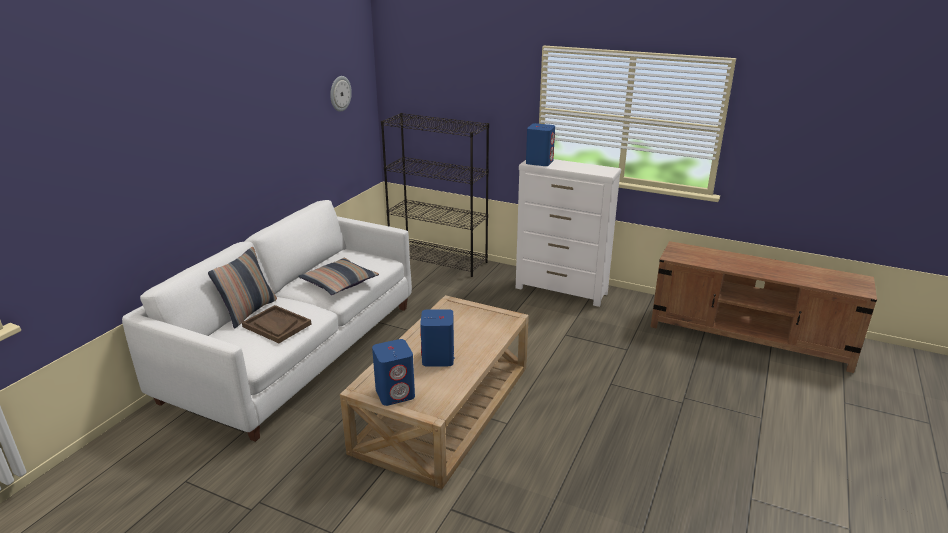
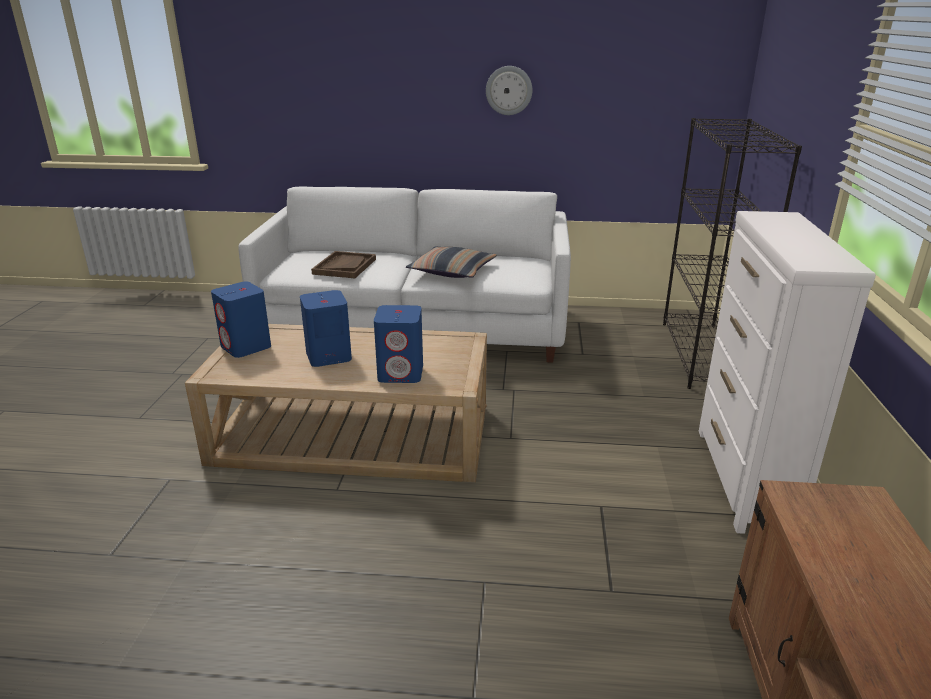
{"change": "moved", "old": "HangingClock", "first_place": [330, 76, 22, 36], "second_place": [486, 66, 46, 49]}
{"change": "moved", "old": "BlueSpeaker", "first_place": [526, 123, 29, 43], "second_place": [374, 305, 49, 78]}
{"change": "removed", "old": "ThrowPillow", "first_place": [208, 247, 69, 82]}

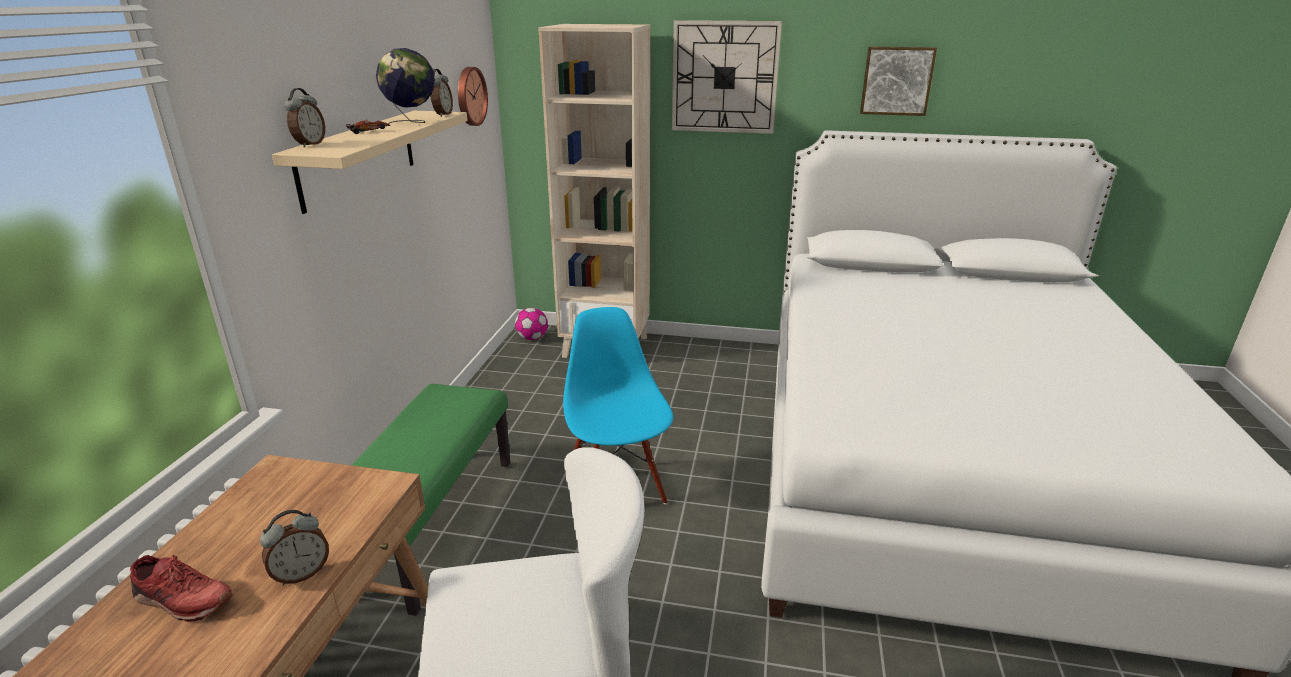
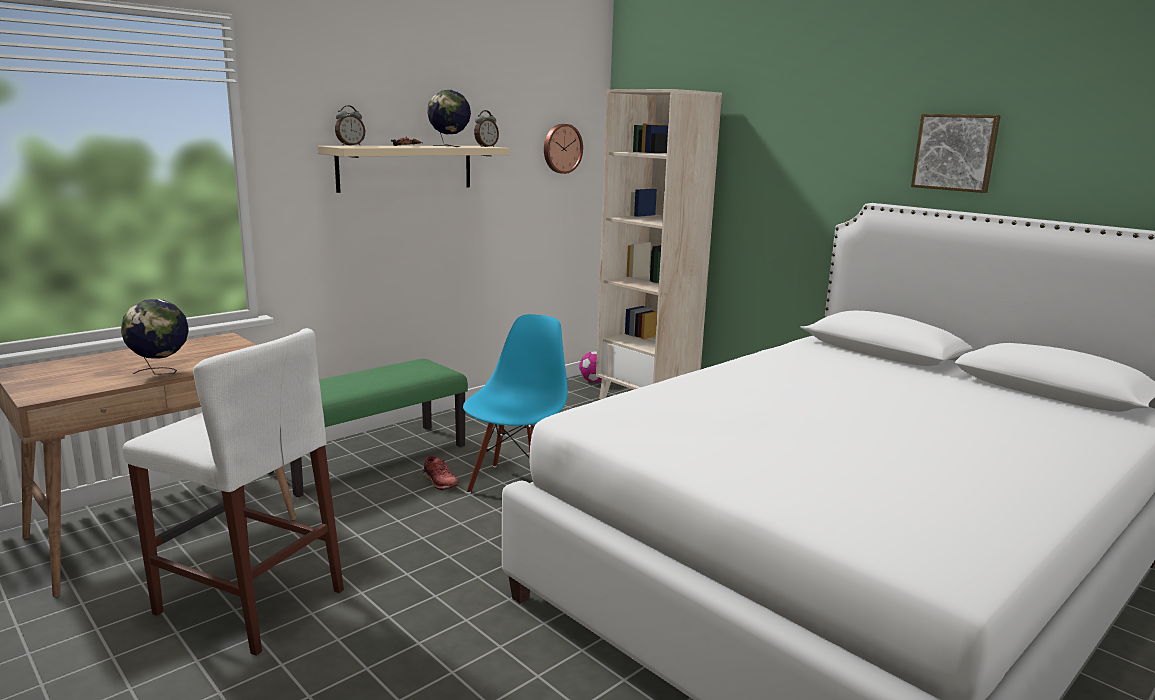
{"change": "removed", "old": "HangingClock", "first_place": [672, 20, 110, 114]}
{"change": "replaced", "old": "TableClock", "new": "Globe", "first_place": [260, 510, 69, 76], "second_place": [121, 299, 68, 76]}
{"change": "moved", "old": "RedLowShoe", "first_place": [130, 555, 103, 67], "second_place": [423, 456, 35, 35]}

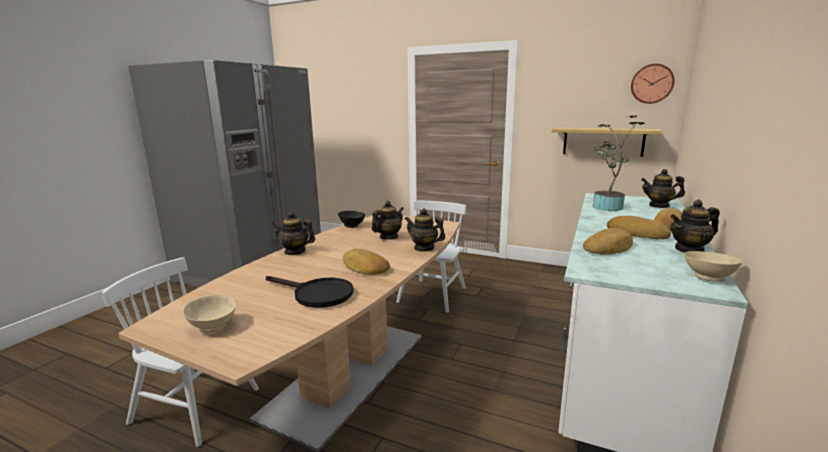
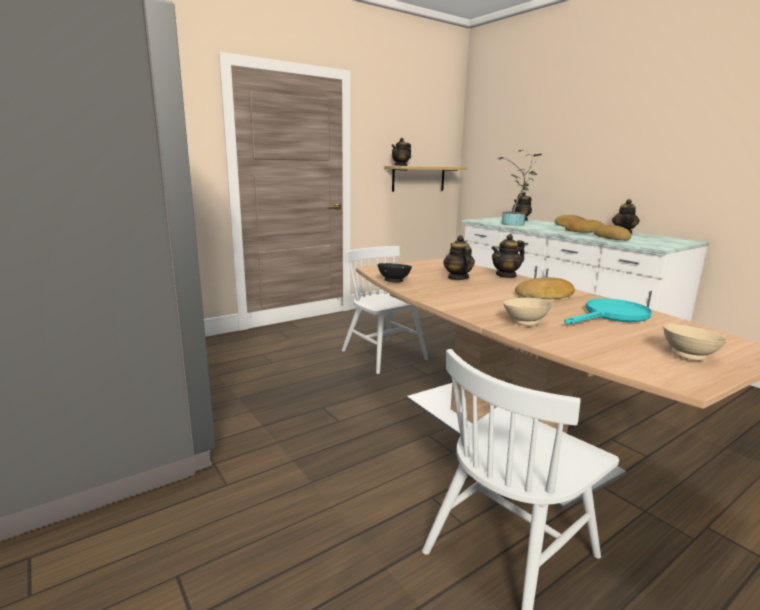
{"change": "removed", "old": "HangingClock", "first_place": [631, 64, 44, 40]}
{"change": "moved", "old": "PotForTea", "first_place": [272, 212, 43, 43], "second_place": [391, 138, 20, 28]}
{"change": "moved", "old": "SandColouredDeepDish", "first_place": [684, 251, 59, 31], "second_place": [503, 298, 50, 28]}
{"change": "recoloured", "old": "BlackSkillet", "new": "TurquoiseColouredSkillet", "first_place": [266, 276, 88, 32], "second_place": [564, 299, 88, 25]}

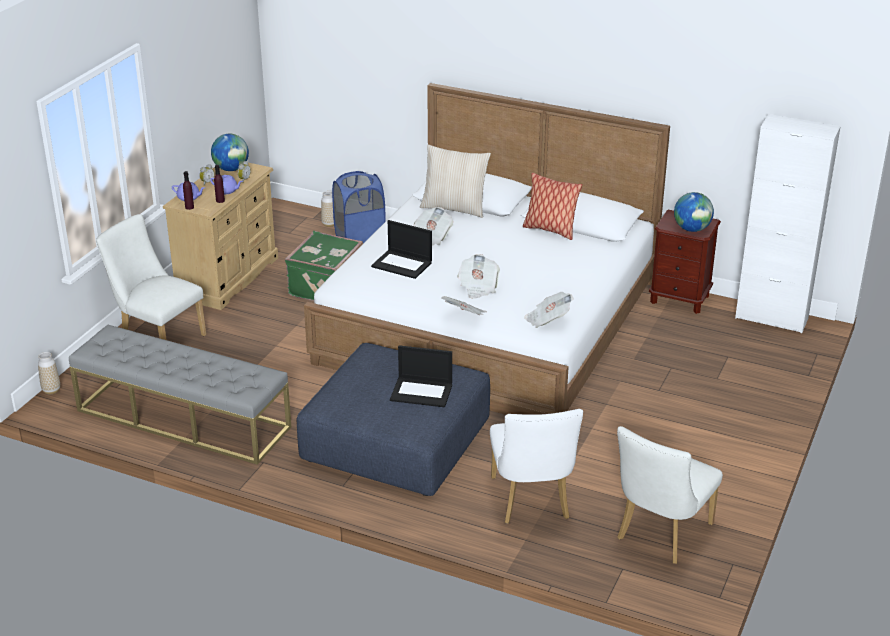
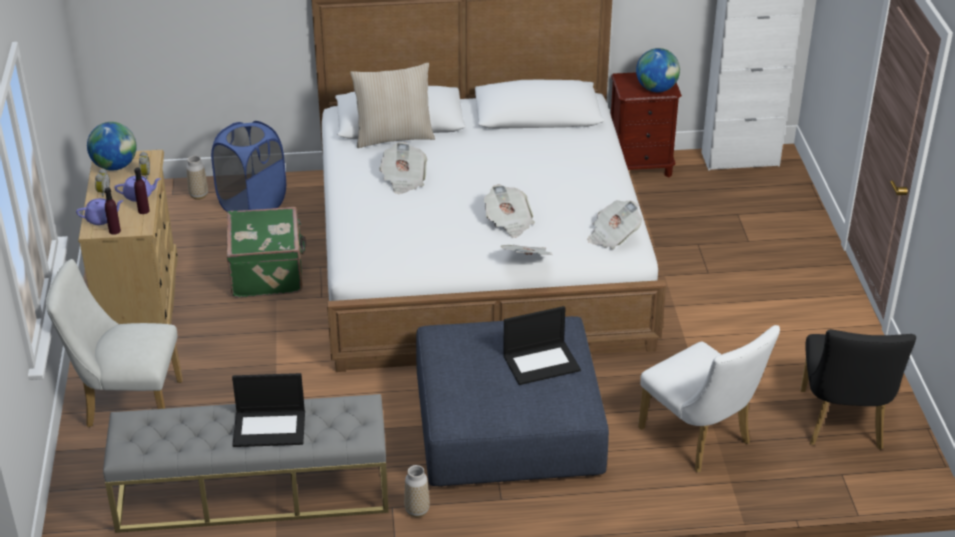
{"change": "removed", "old": "ThrowPillow", "first_place": [523, 173, 59, 67]}
{"change": "moved", "old": "Laptop", "first_place": [371, 220, 61, 59], "second_place": [232, 373, 73, 74]}
{"change": "moved", "old": "FlowerVase", "first_place": [38, 352, 22, 42], "second_place": [404, 465, 26, 53]}
{"change": "recoloured", "old": "WhitishPlainChair", "new": "BlackPlainChair", "first_place": [617, 426, 106, 138], "second_place": [801, 329, 115, 121]}

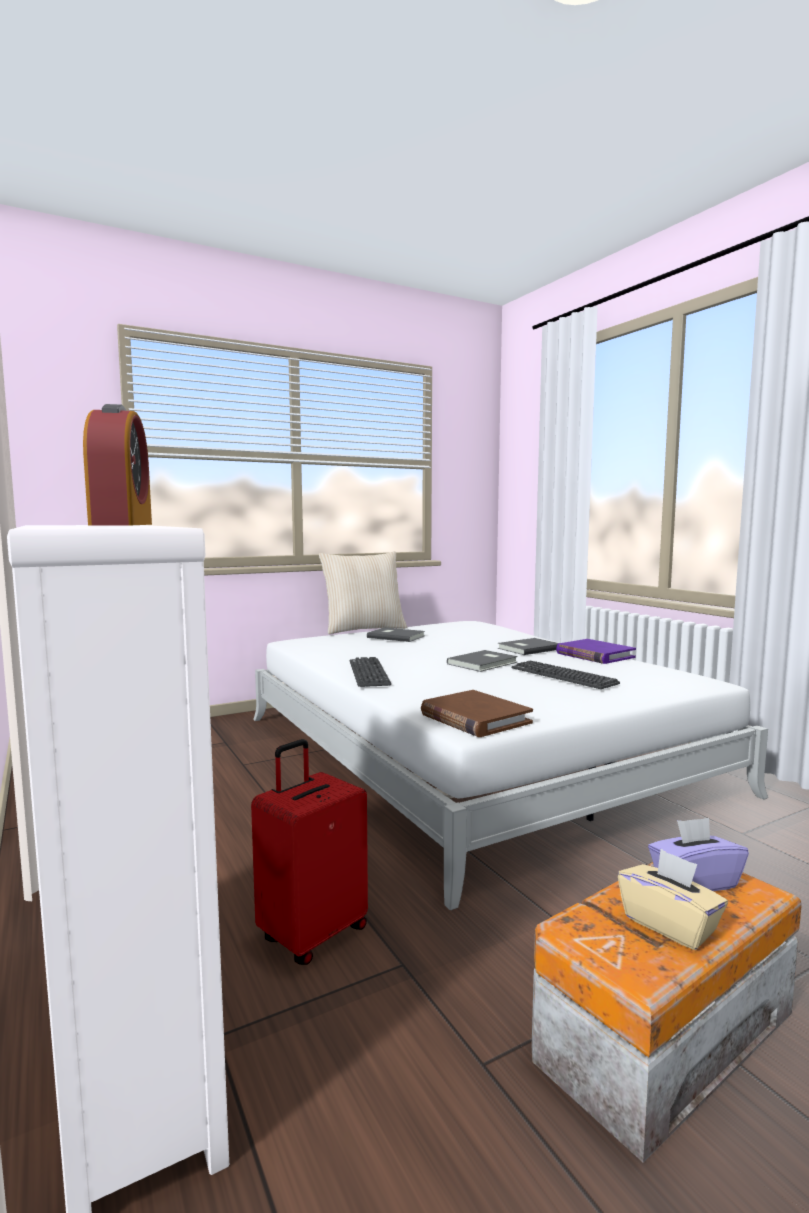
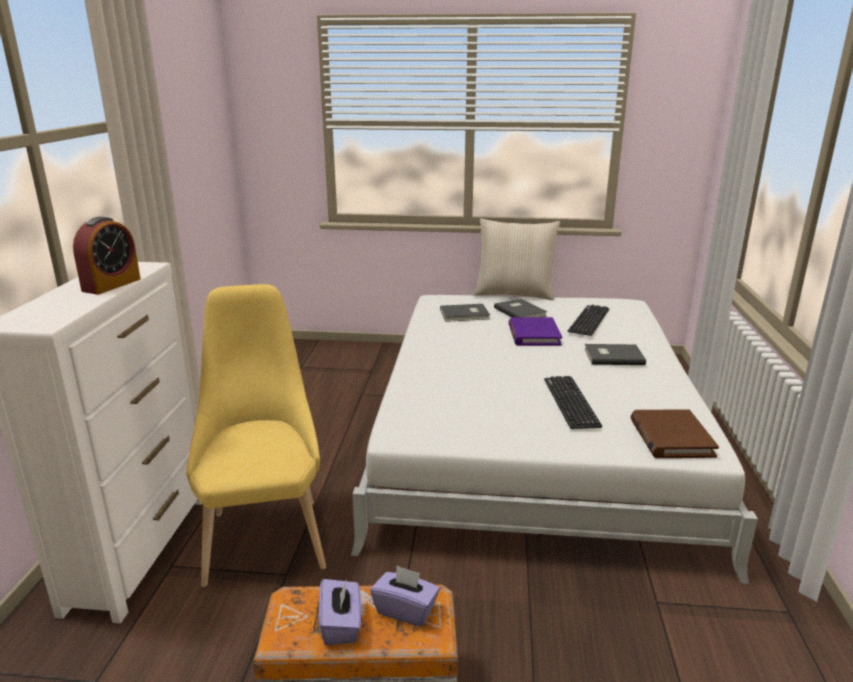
{"change": "moved", "old": "PurpleColouredBook", "first_place": [556, 639, 80, 25], "second_place": [509, 317, 53, 29]}
{"change": "moved", "old": "GreyishBook", "first_place": [447, 650, 71, 22], "second_place": [440, 304, 50, 18]}
{"change": "moved", "old": "ComputerKeyboard", "first_place": [350, 657, 41, 30], "second_place": [567, 305, 42, 31]}
{"change": "moved", "old": "BrownishBook", "first_place": [421, 690, 112, 47], "second_place": [631, 409, 88, 49]}
{"change": "replaced", "old": "RedSuitcase", "new": "YellowColouredPlainChair", "first_place": [251, 739, 117, 226], "second_place": [186, 284, 140, 303]}
{"change": "recoloured", "old": "SandColouredBoxOfTissues", "new": "PurpleColouredBoxOfTissues", "first_place": [618, 849, 110, 101], "second_place": [319, 578, 42, 67]}

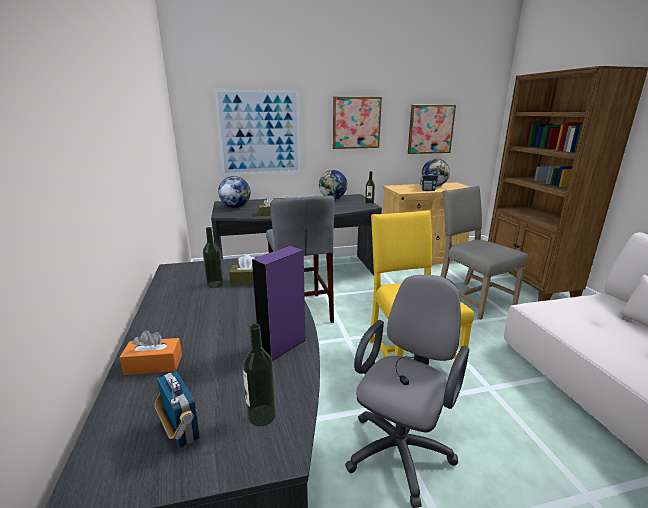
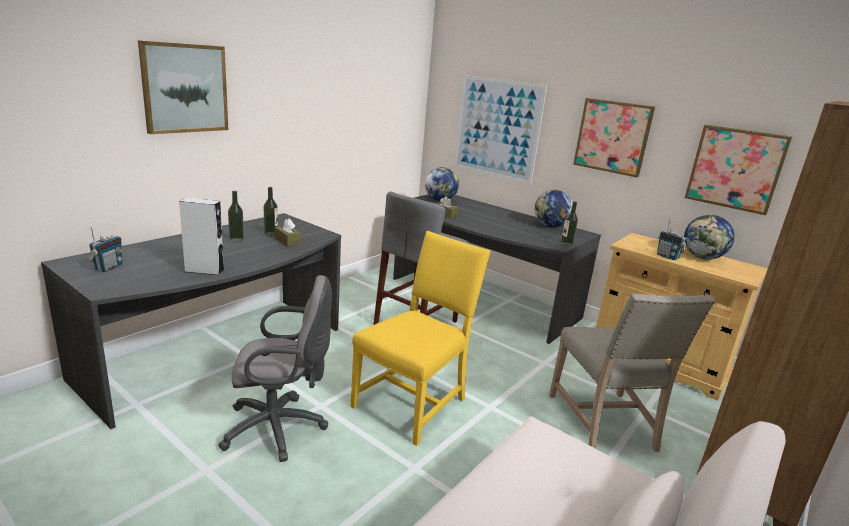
{"change": "turned", "old": "SandColouredPlainChair", "first_place": [441, 186, 87, 134], "second_place": [549, 294, 166, 158], "degrees": 150}
{"change": "recoloured", "old": "PurpleColouredSpeaker", "new": "GreyishSpeaker", "first_place": [252, 246, 54, 115], "second_place": [179, 198, 46, 78]}
{"change": "moved", "old": "Bottle", "first_place": [242, 324, 34, 102], "second_place": [228, 191, 16, 52]}
{"change": "removed", "old": "OrangeBoxOfTissues", "first_place": [120, 330, 62, 45]}
{"change": "added", "new": "WallArt", "second_place": [138, 40, 90, 94]}

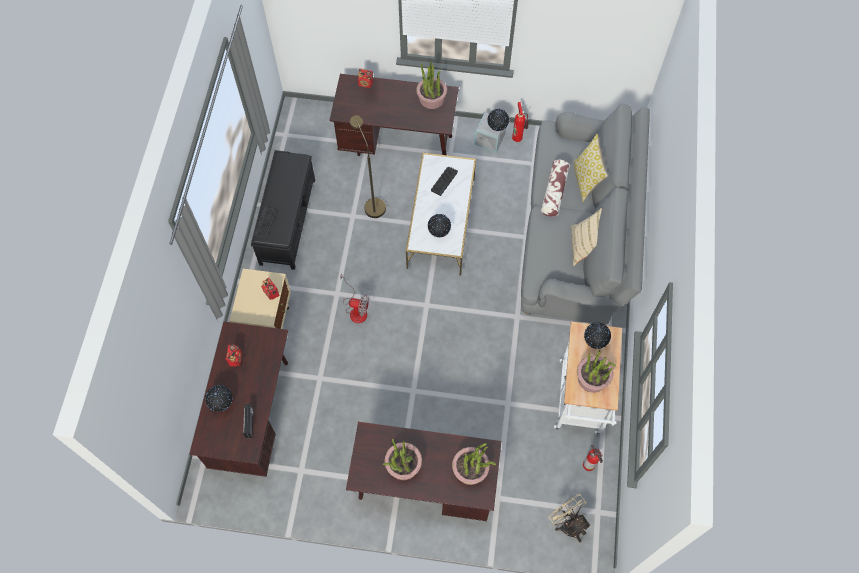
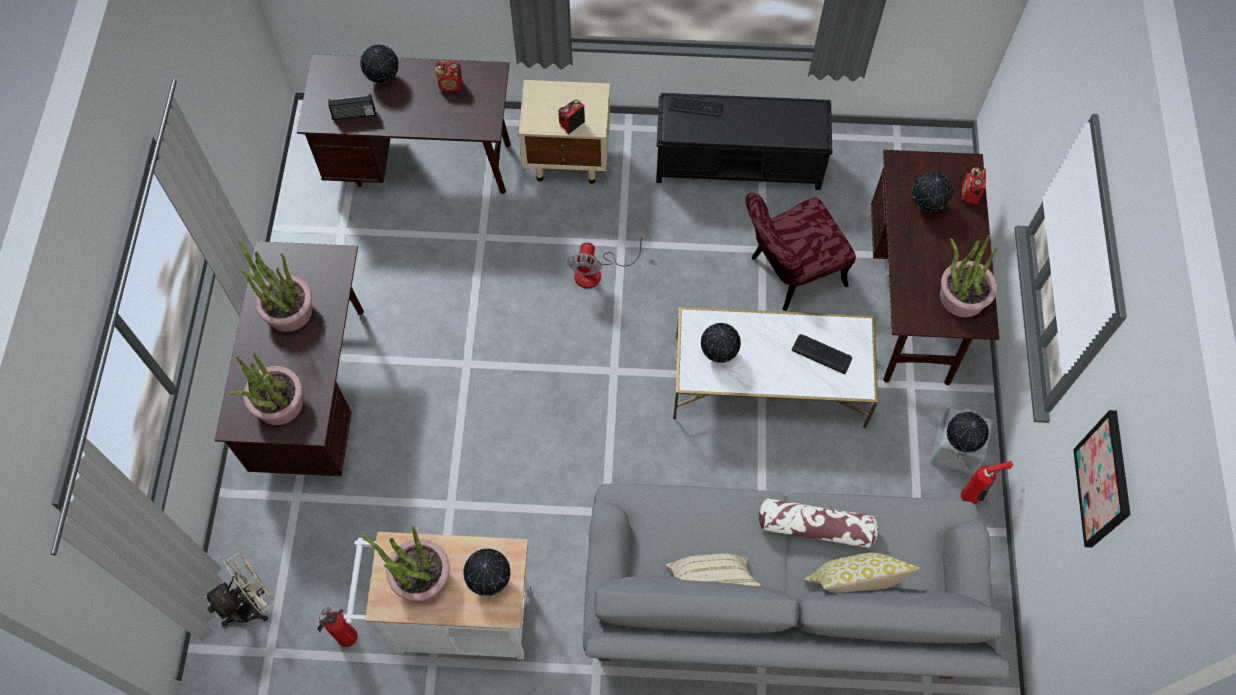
{"change": "replaced", "old": "BrownishFloorLamp", "new": "RedPlainChair", "first_place": [350, 115, 36, 103], "second_place": [745, 193, 111, 118]}
{"change": "added", "new": "Globe", "second_place": [912, 172, 41, 40]}
{"change": "added", "new": "WallArt", "second_place": [1073, 410, 58, 138]}

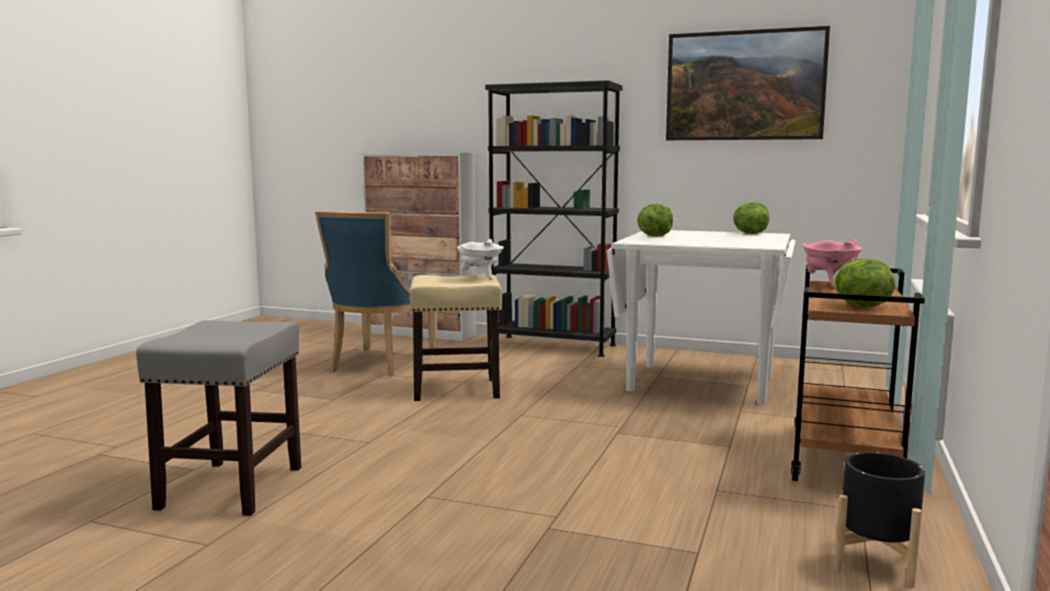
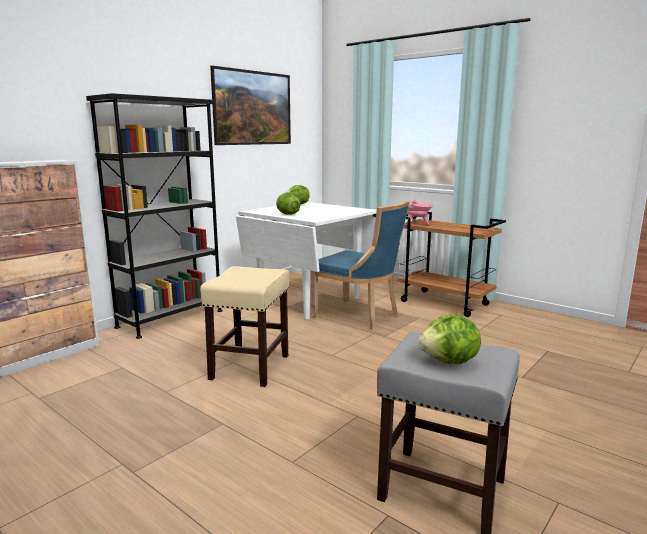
{"change": "moved", "old": "BluePlainChair", "first_place": [315, 211, 123, 165], "second_place": [310, 201, 100, 129]}
{"change": "removed", "old": "WhitishSaucepot", "first_place": [457, 239, 47, 41]}
{"change": "moved", "old": "HeadOfLettuce", "first_place": [832, 259, 63, 48], "second_place": [418, 315, 63, 49]}
{"change": "removed", "old": "BlackPlantPot", "first_place": [834, 452, 91, 136]}

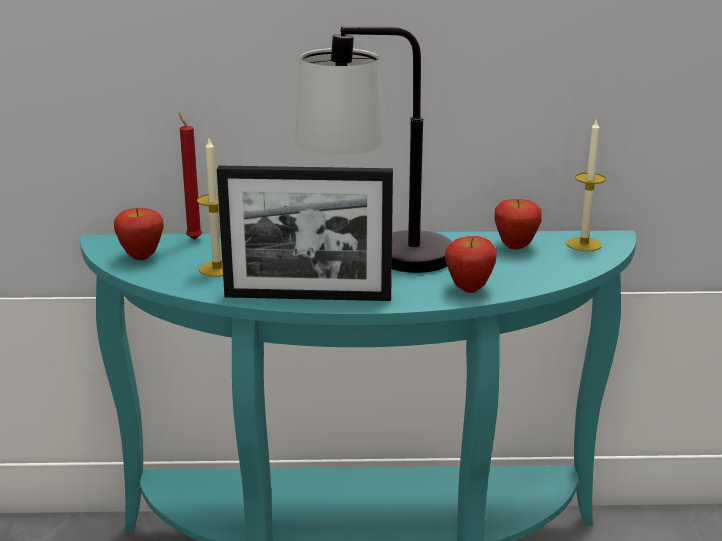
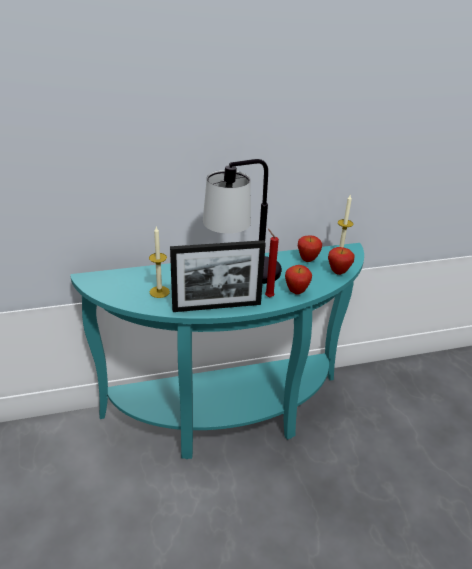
{"change": "moved", "old": "RedCandle", "first_place": [178, 112, 24, 128], "second_place": [265, 229, 14, 69]}
{"change": "moved", "old": "Apple", "first_place": [114, 208, 50, 52], "second_place": [328, 247, 27, 28]}

